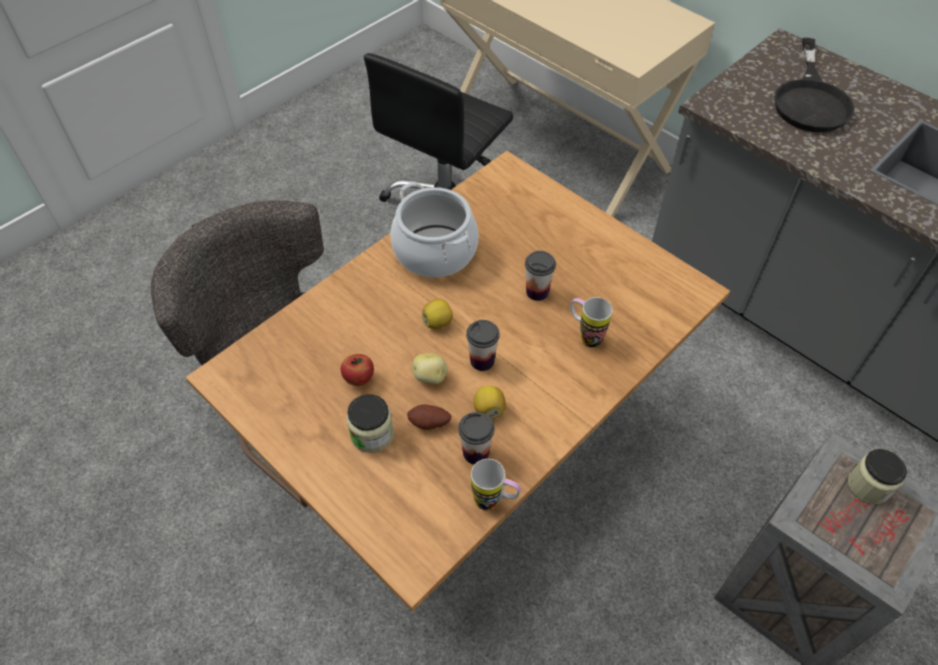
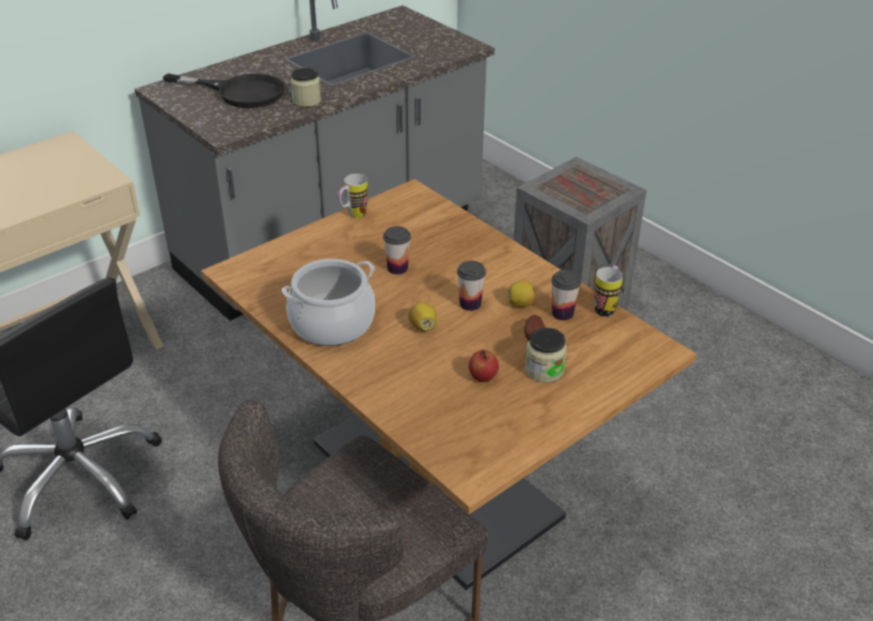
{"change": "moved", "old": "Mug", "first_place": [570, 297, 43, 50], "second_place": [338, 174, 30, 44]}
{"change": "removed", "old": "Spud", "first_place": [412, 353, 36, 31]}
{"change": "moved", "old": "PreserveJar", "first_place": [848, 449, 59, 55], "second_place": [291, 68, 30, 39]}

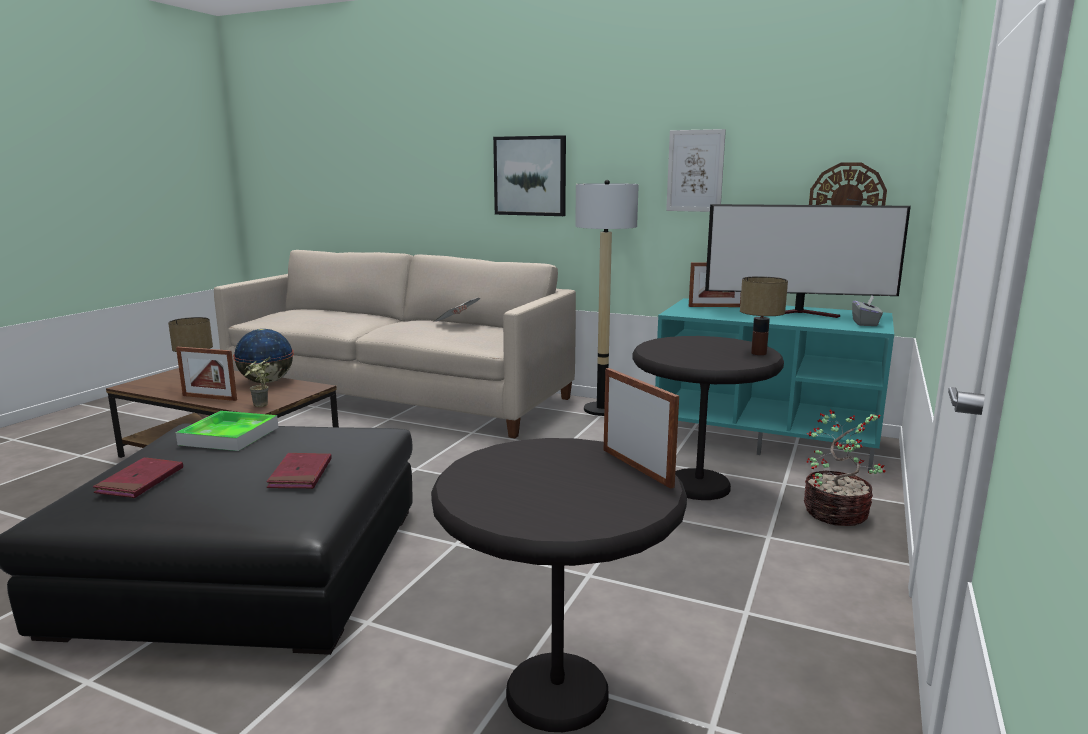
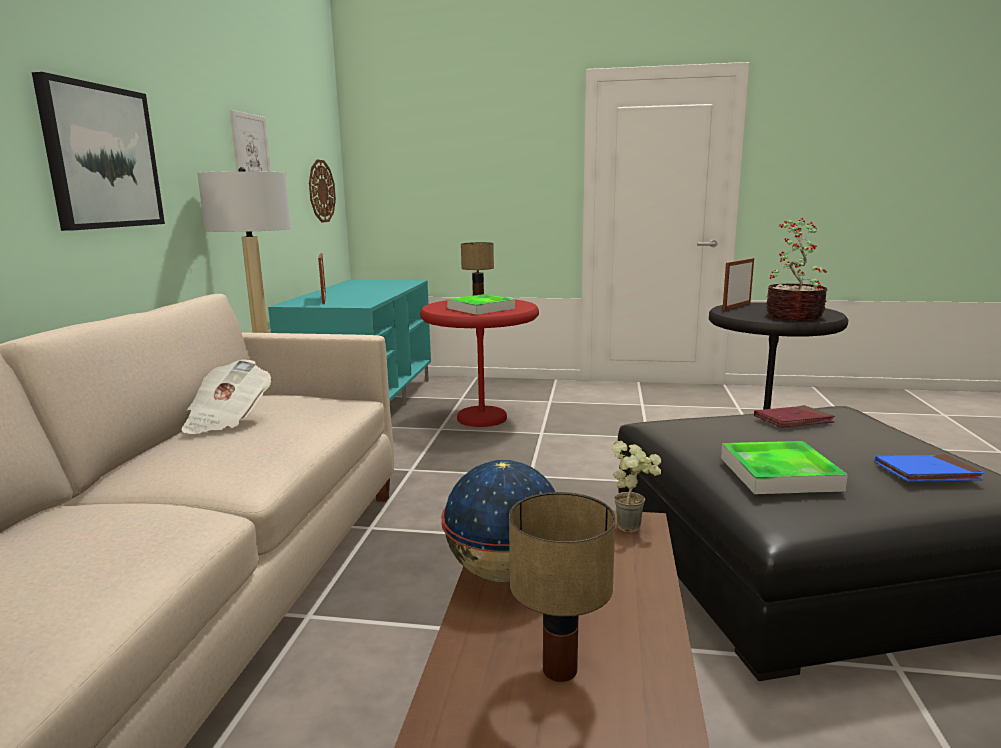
{"change": "removed", "old": "Tv", "first_place": [705, 204, 206, 114]}
{"change": "removed", "old": "GreyishBoxOfTissues", "first_place": [852, 295, 31, 31]}
{"change": "recoloured", "old": "BlackEndTable", "new": "RedEndTable", "first_place": [632, 336, 152, 164], "second_place": [420, 300, 119, 127]}
{"change": "removed", "old": "PhotoFrame", "first_place": [176, 347, 61, 54]}
{"change": "moved", "old": "PlantInAPot", "first_place": [804, 409, 82, 117], "second_place": [766, 218, 62, 103]}
{"change": "recoloured", "old": "RedBook", "new": "BlueBook", "first_place": [93, 457, 90, 41], "second_place": [875, 454, 109, 28]}
{"change": "added", "new": "CarryingTray", "second_place": [447, 294, 68, 21]}

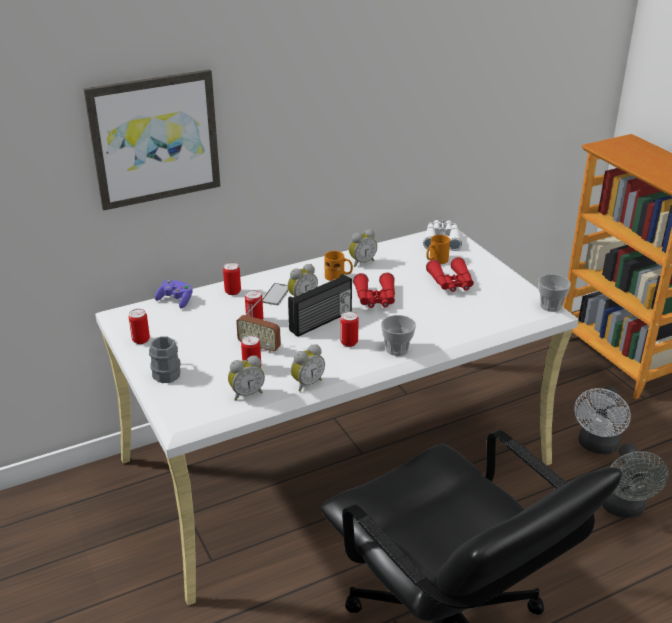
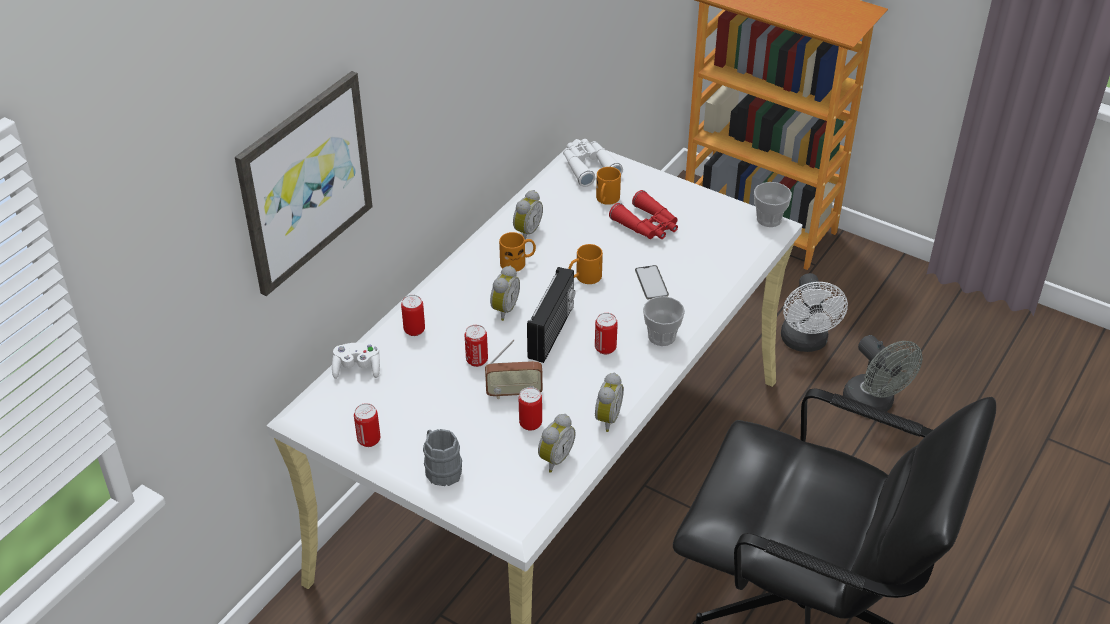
{"change": "replaced", "old": "RedPairOfBinoculars", "new": "OrangeMug", "first_place": [353, 273, 42, 35], "second_place": [568, 244, 35, 40]}
{"change": "recoloured", "old": "PurpleColouredGamepad", "new": "WhitishGamepad", "first_place": [155, 280, 38, 28], "second_place": [332, 343, 48, 36]}
{"change": "moved", "old": "Handset", "first_place": [262, 283, 27, 22], "second_place": [635, 265, 34, 34]}

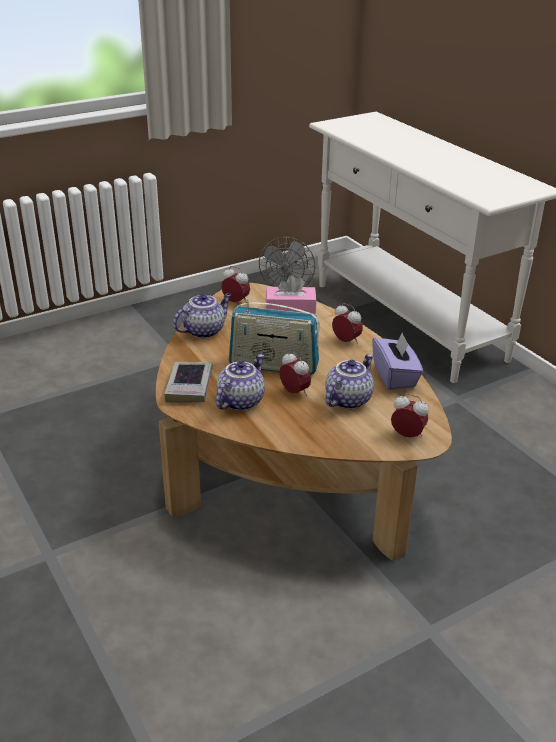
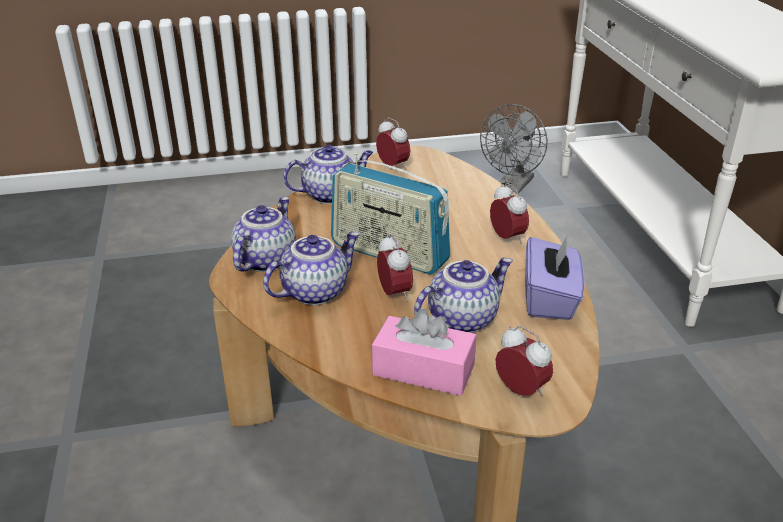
{"change": "moved", "old": "PinkColouredBoxOfTissues", "first_place": [265, 275, 52, 39], "second_place": [372, 309, 104, 87]}
{"change": "replaced", "old": "Book", "new": "PotForTea", "first_place": [164, 362, 49, 41], "second_place": [231, 197, 65, 75]}

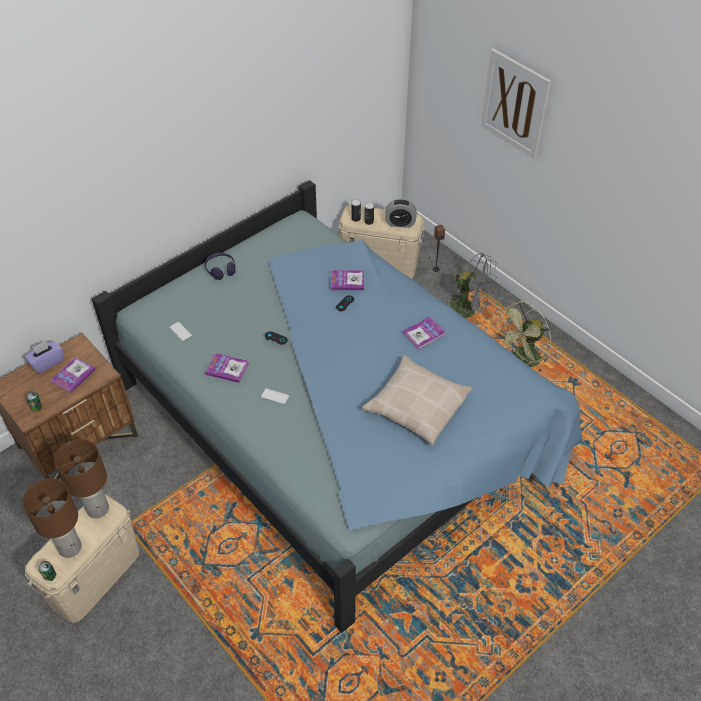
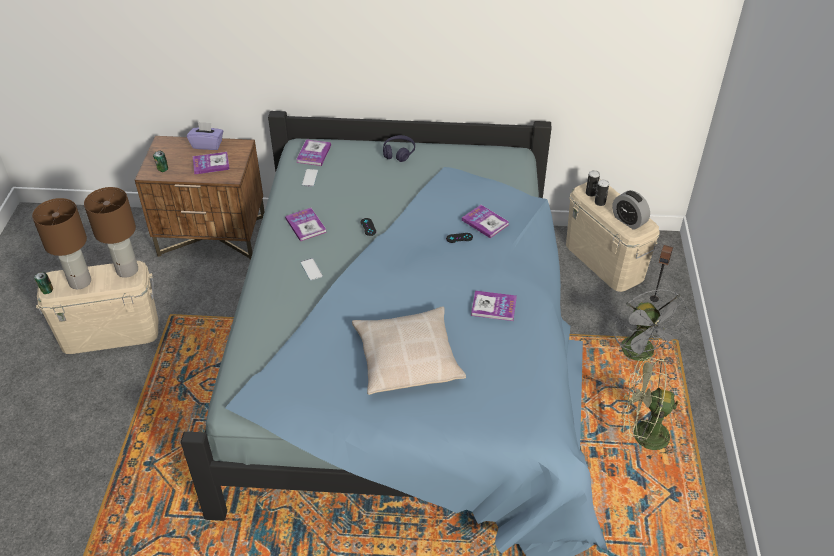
{"change": "removed", "old": "WallArt", "first_place": [481, 48, 70, 111]}
{"change": "added", "new": "Book", "second_place": [296, 139, 35, 27]}

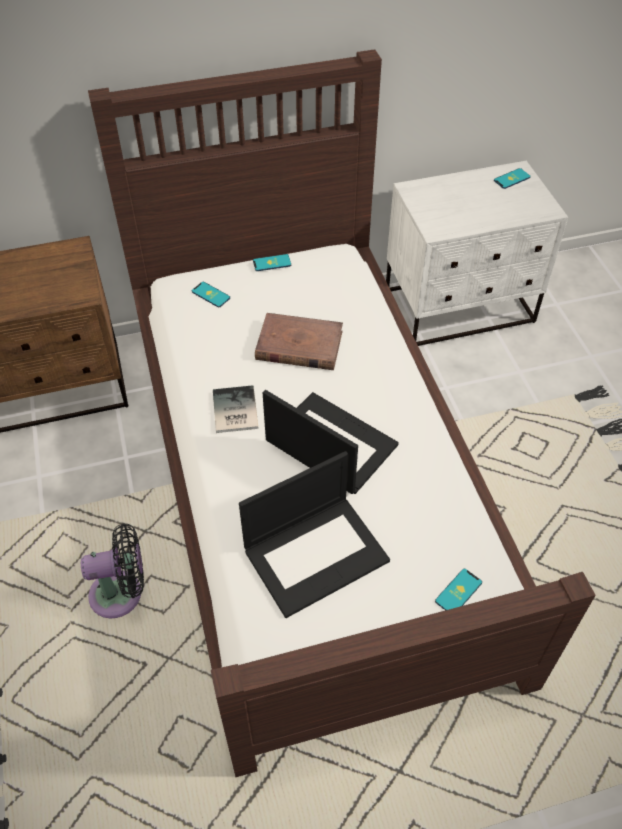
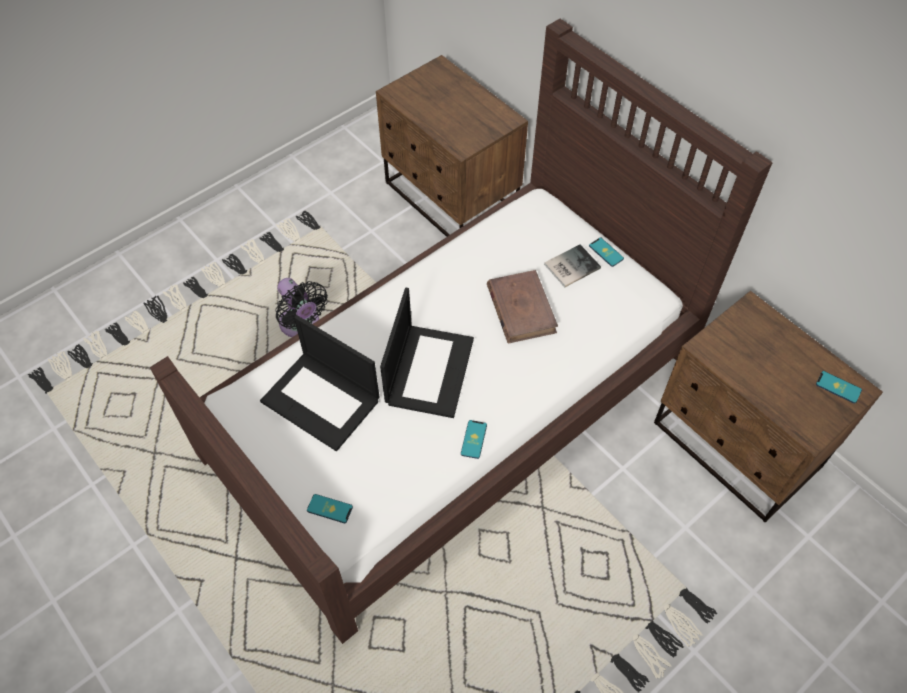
{"change": "recoloured", "old": "WhitishNightstand", "new": "BrownishNightstand", "first_place": [386, 161, 182, 185], "second_place": [654, 291, 229, 231]}
{"change": "moved", "old": "Handset", "first_place": [192, 282, 38, 25], "second_place": [461, 420, 26, 39]}
{"change": "moved", "old": "Book", "first_place": [213, 385, 45, 48], "second_place": [544, 244, 57, 44]}

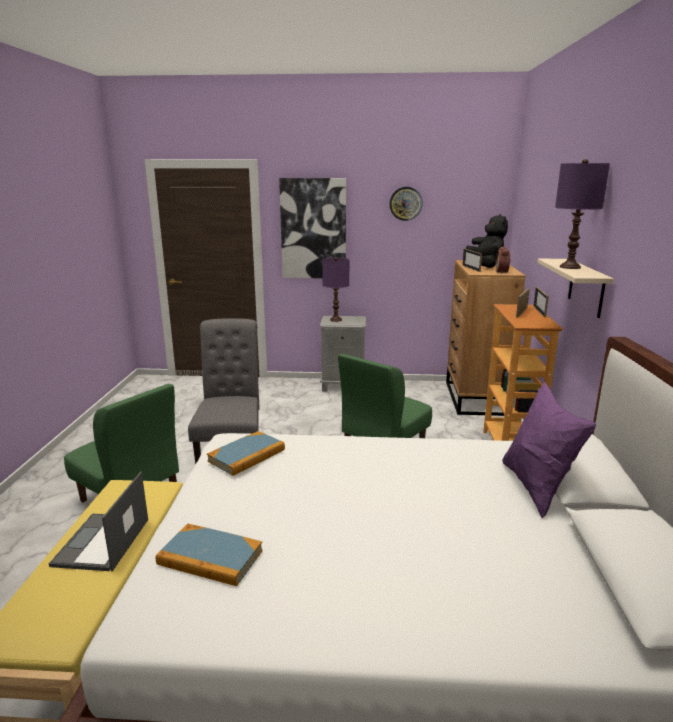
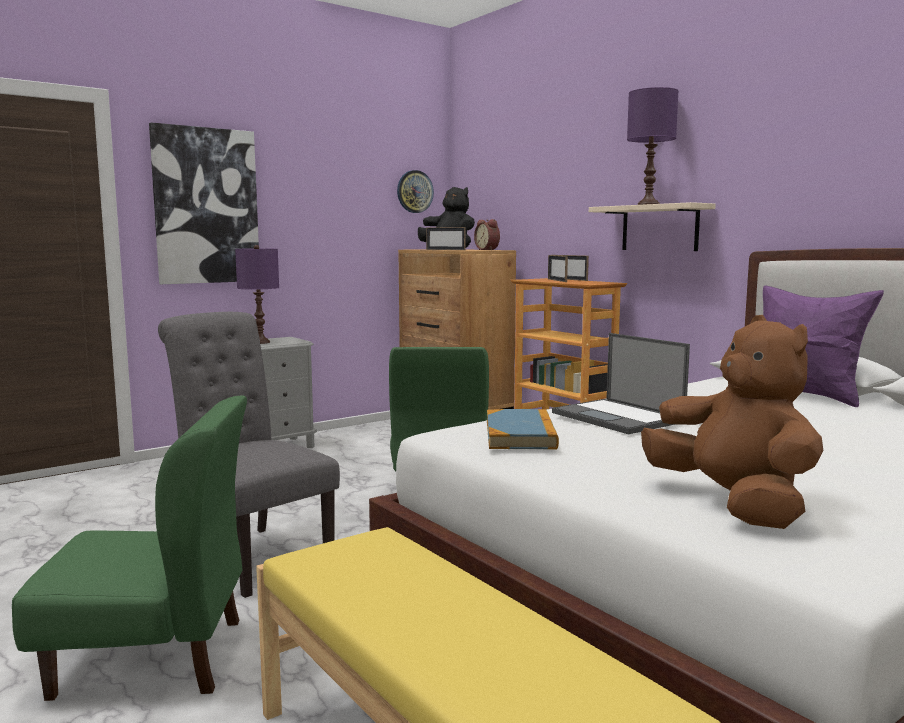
{"change": "moved", "old": "HangingClock", "first_place": [389, 187, 34, 34], "second_place": [397, 170, 37, 43]}
{"change": "moved", "old": "Laptop", "first_place": [49, 472, 99, 99], "second_place": [552, 333, 138, 101]}
{"change": "replaced", "old": "Book", "new": "BrownishPlushToy", "first_place": [156, 524, 107, 62], "second_place": [641, 315, 182, 214]}

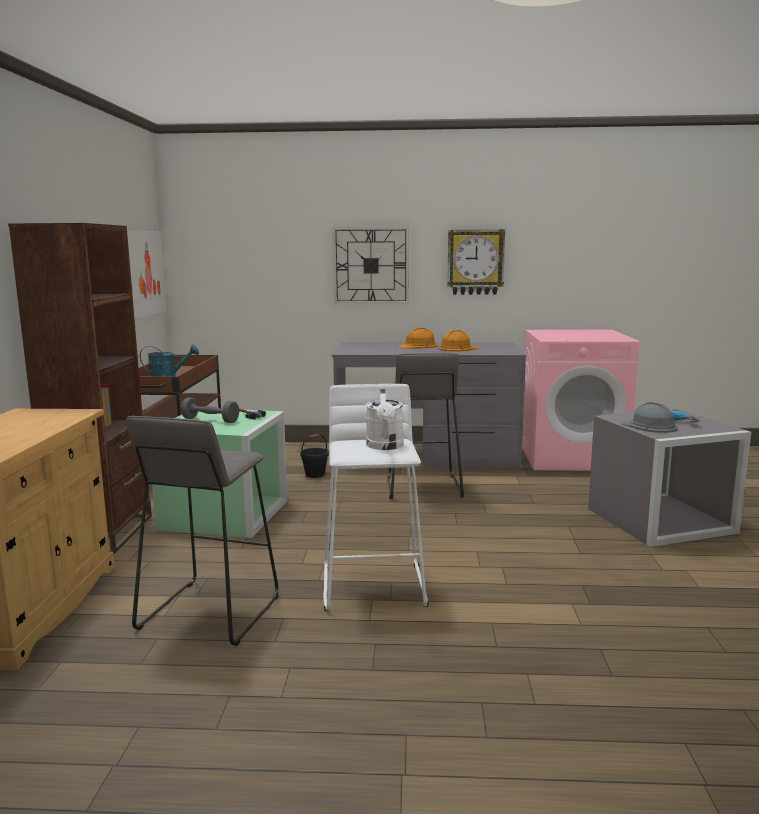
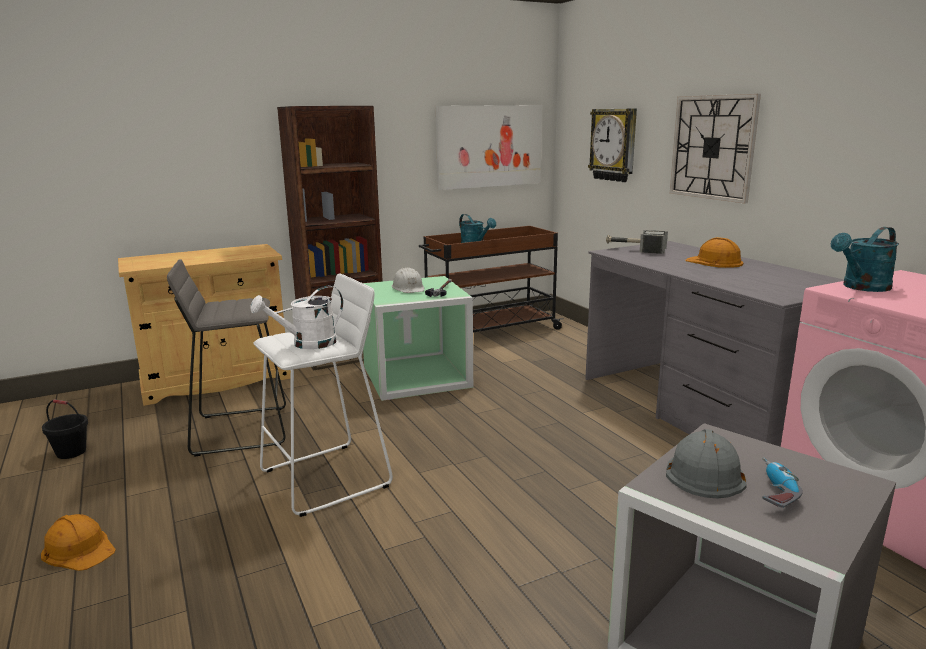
{"change": "moved", "old": "HangingClock", "first_place": [447, 229, 59, 66], "second_place": [588, 108, 49, 74]}
{"change": "moved", "old": "OrangeHardHat", "first_place": [439, 330, 40, 22], "second_place": [41, 514, 75, 57]}
{"change": "removed", "old": "GreyishSittingStool", "first_place": [387, 353, 77, 146]}
{"change": "replaced", "old": "GreyishHandWeight", "new": "WhitishHardHat", "first_place": [181, 397, 58, 26], "second_place": [392, 267, 32, 26]}
{"change": "moved", "old": "BlackWaterBucket", "first_place": [300, 434, 29, 44], "second_place": [42, 400, 46, 59]}
{"change": "added", "new": "TurquoiseColouredWateringCan", "second_place": [831, 227, 68, 65]}
{"change": "added", "new": "ToolHammer", "second_place": [606, 230, 62, 24]}

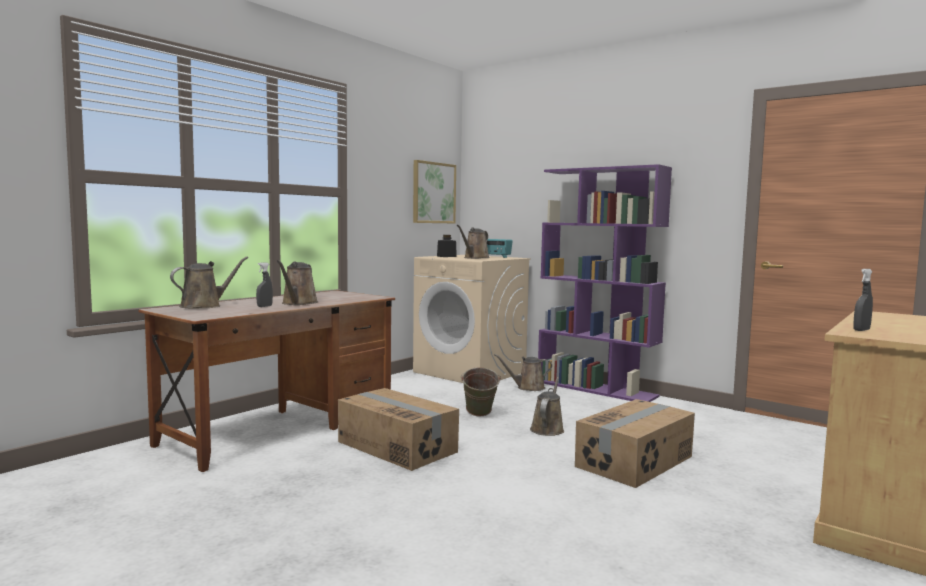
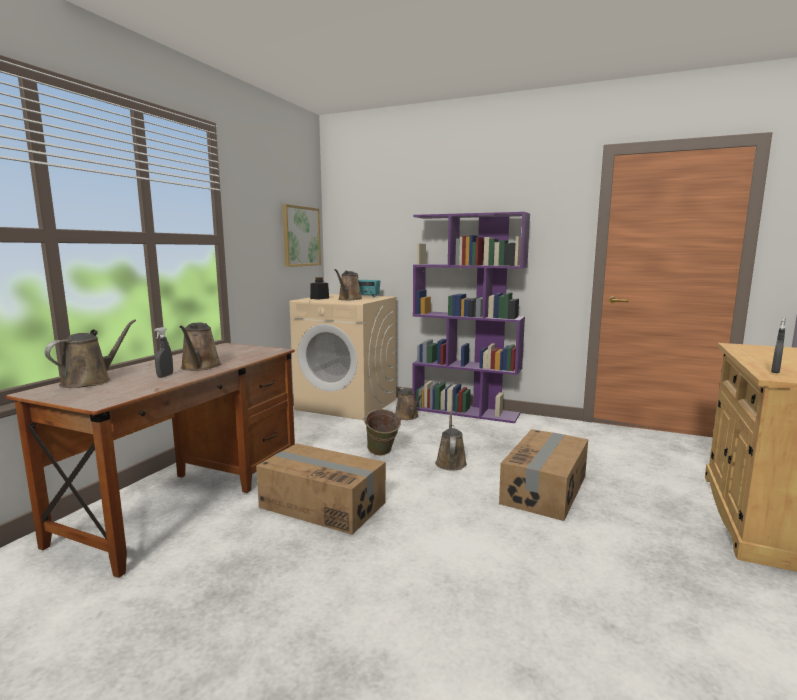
{"change": "turned", "old": "BrownishWateringCan", "first_place": [494, 354, 58, 37], "second_place": [395, 388, 27, 32], "degrees": -90}

